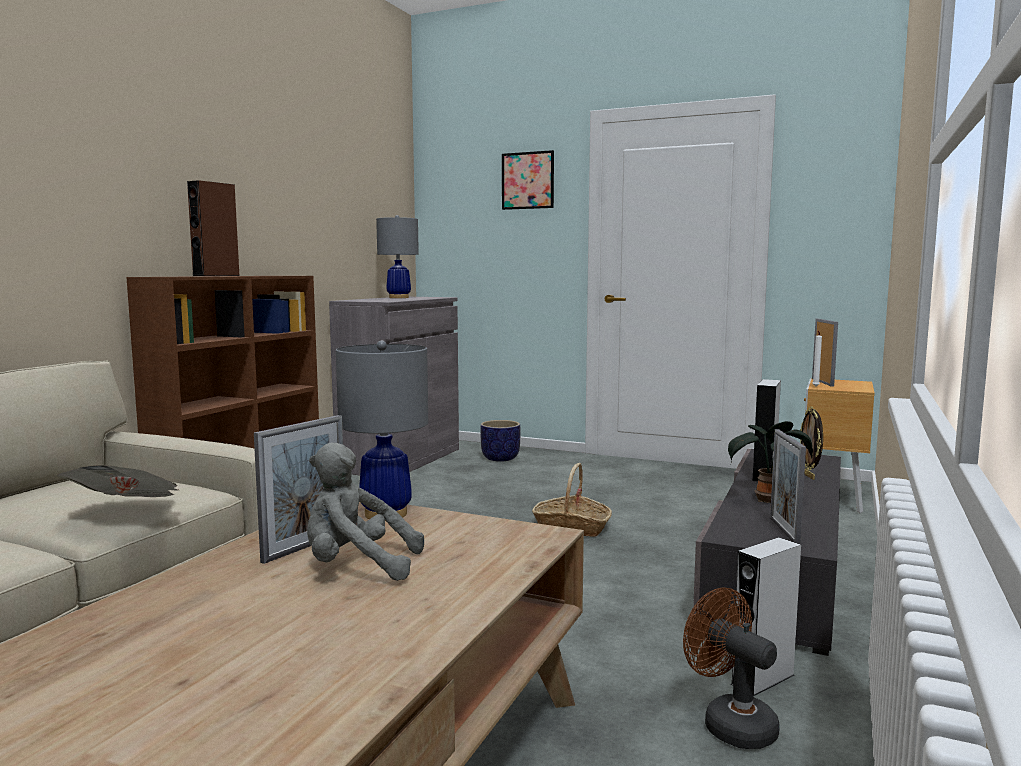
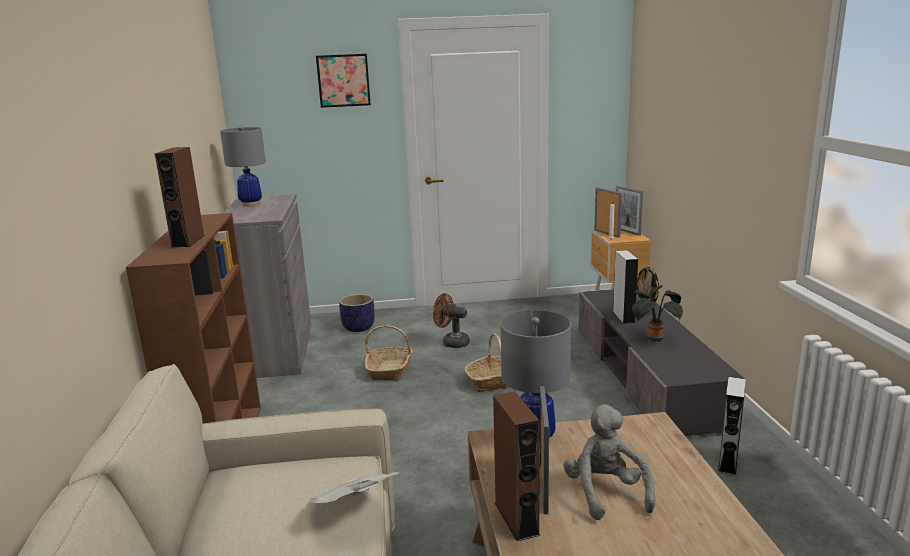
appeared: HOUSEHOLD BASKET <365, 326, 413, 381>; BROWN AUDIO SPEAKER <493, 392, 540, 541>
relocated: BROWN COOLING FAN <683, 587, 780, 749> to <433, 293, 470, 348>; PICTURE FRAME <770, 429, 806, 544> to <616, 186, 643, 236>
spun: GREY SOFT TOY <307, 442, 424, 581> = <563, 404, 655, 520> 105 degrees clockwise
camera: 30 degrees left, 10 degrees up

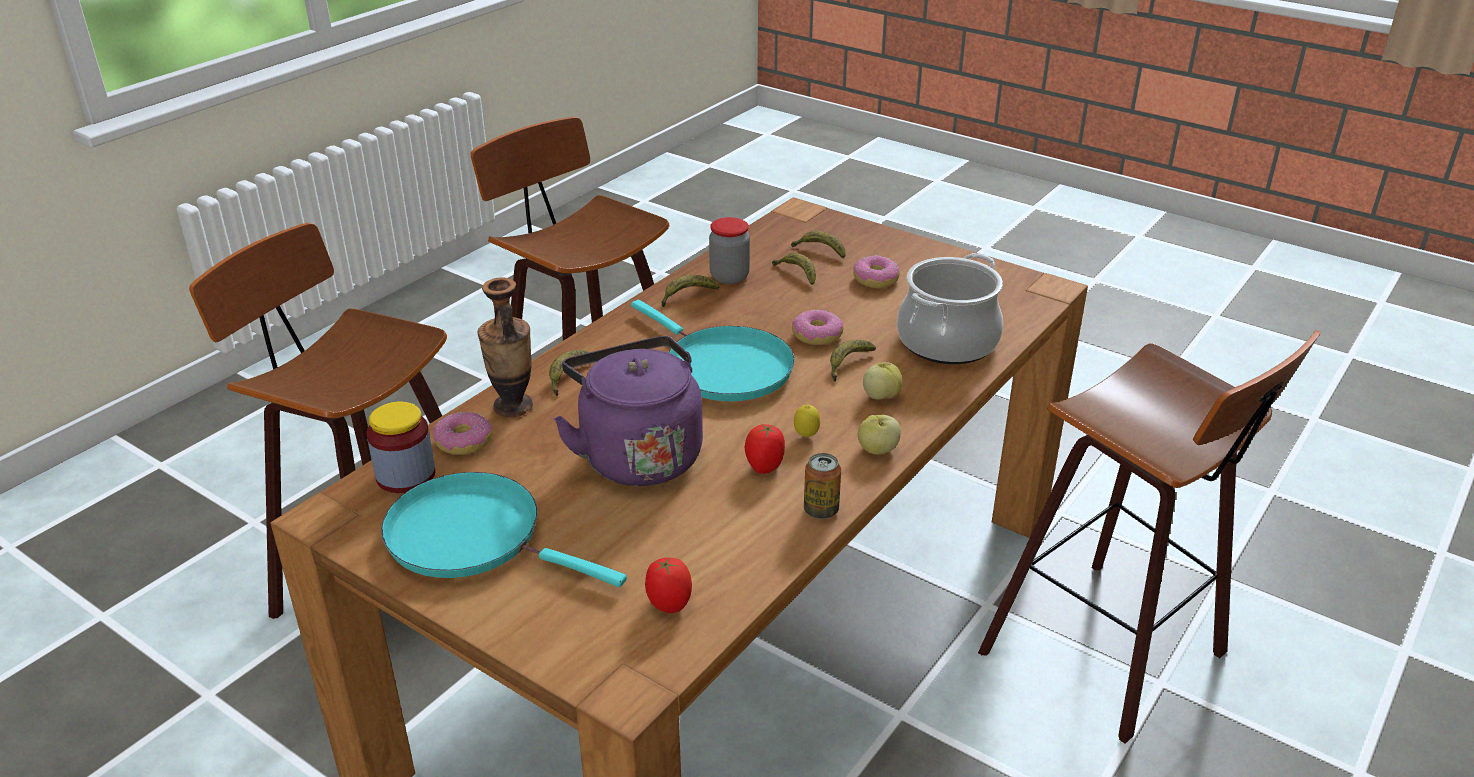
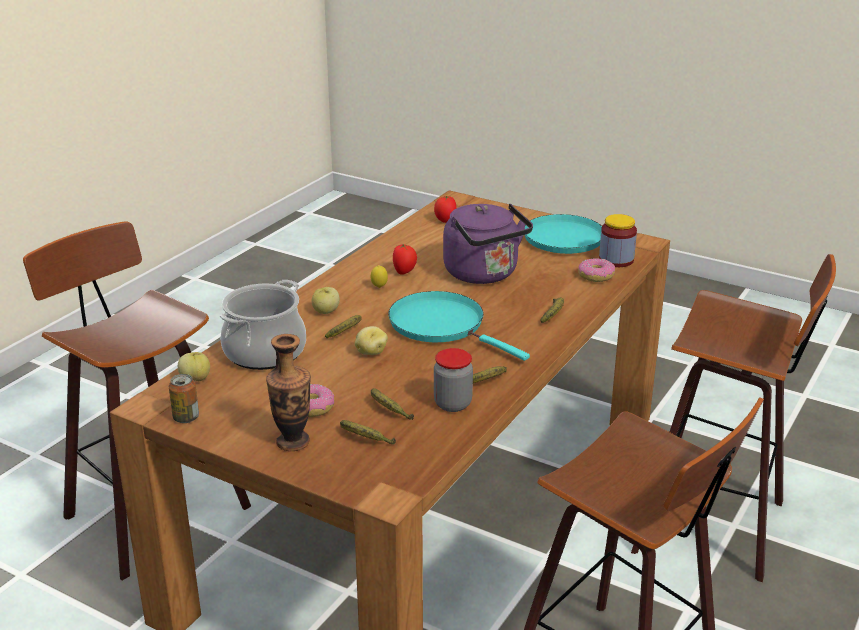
relocated: VASE <478, 277, 533, 417> to <266, 334, 311, 451>; SEALED CAN <804, 453, 841, 519> to <169, 374, 199, 423>; WHOLE APPLE <858, 415, 901, 455> to <178, 352, 210, 381>
exchanged: DOUGHNUT <792, 310, 843, 345> to WHOLE POTATO <355, 326, 388, 355>
camera: 175 degrees right, 5 degrees down

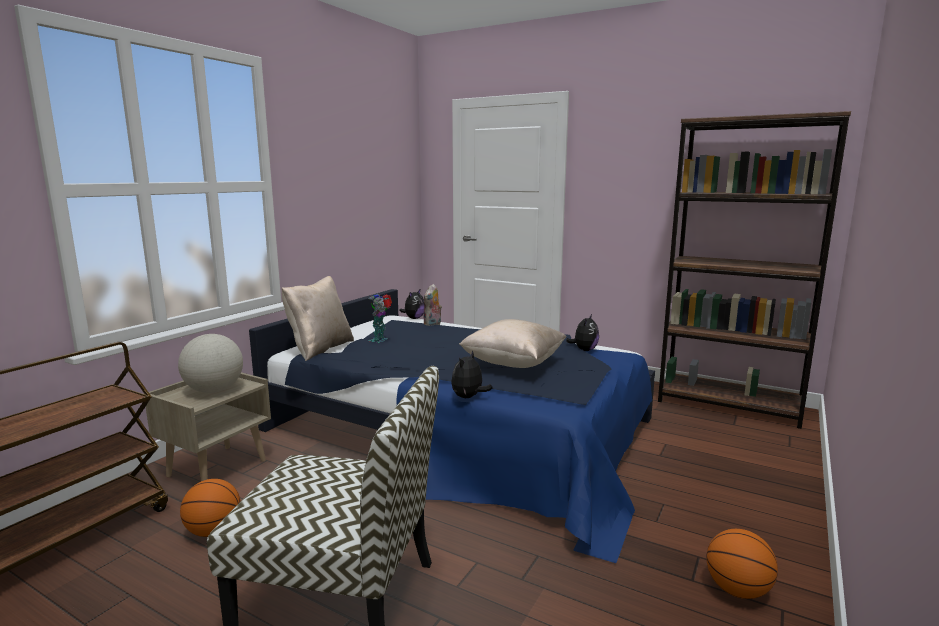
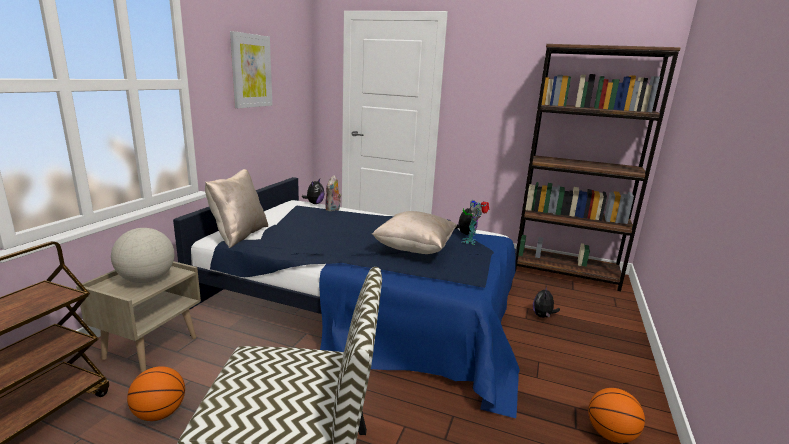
appeared: WALL PICTURE <230, 31, 273, 108>
relocated: MODEL ROBOT <368, 293, 392, 343> to <462, 200, 489, 245>; SOFT TOY <451, 350, 493, 398> to <533, 287, 560, 318>
camera: 10 degrees left, 5 degrees up

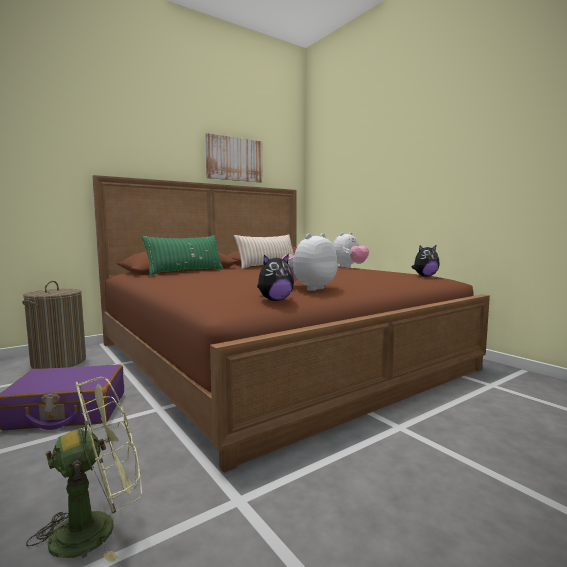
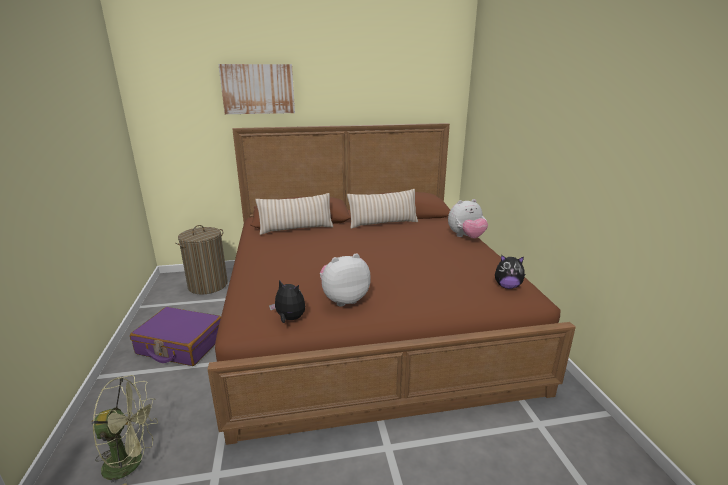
relocated: WALL PICTURE <205, 133, 263, 182> to <219, 64, 295, 114>
colour: GREENISH CUSHION <141, 235, 223, 275> to BEIGE CUSHION <255, 193, 333, 235>
spun: SOFT TOY <257, 254, 294, 301> = <269, 280, 305, 323> 150 degrees counterclockwise
camera: 25 degrees right, 15 degrees up

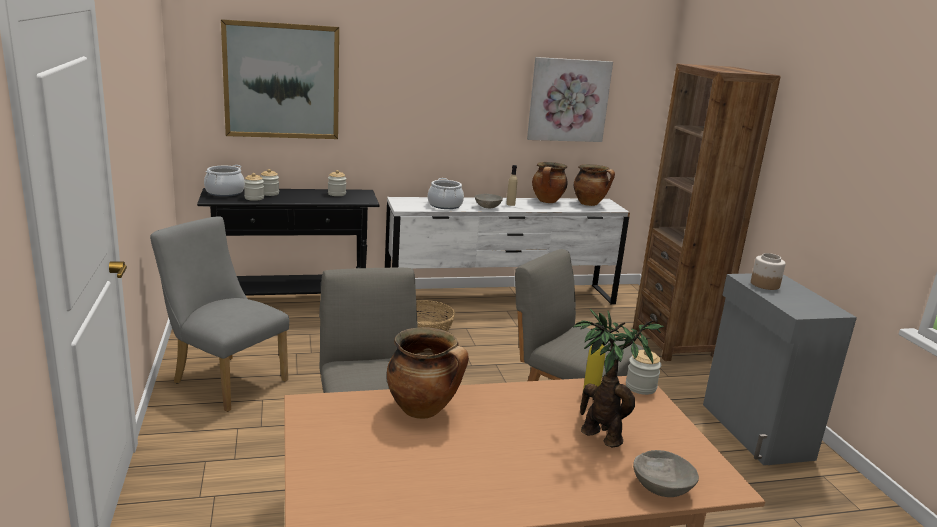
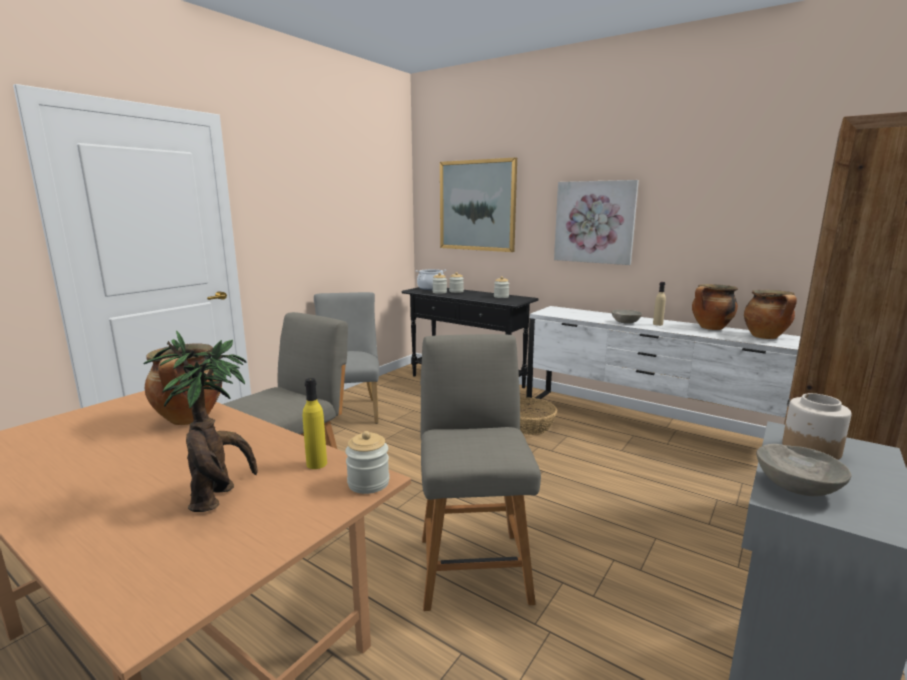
missing: COOKING POT <428, 178, 464, 209>
relocated: WALL PICTURE <527, 57, 613, 142> to <554, 180, 639, 265>; GREY BOWL <633, 450, 699, 497> to <756, 444, 851, 496>
camera: 50 degrees right, 5 degrees down

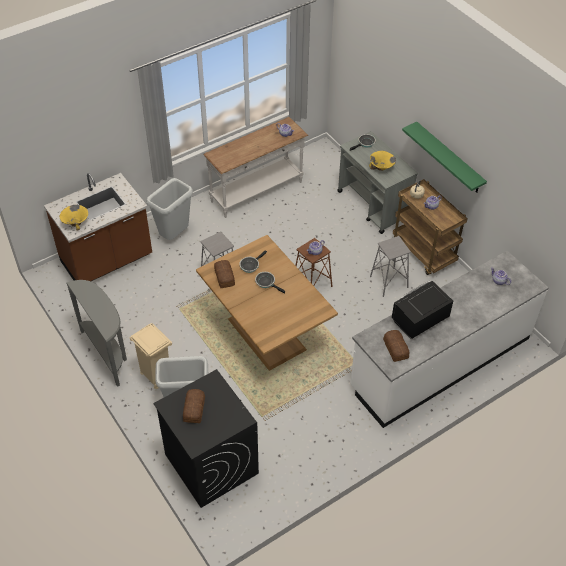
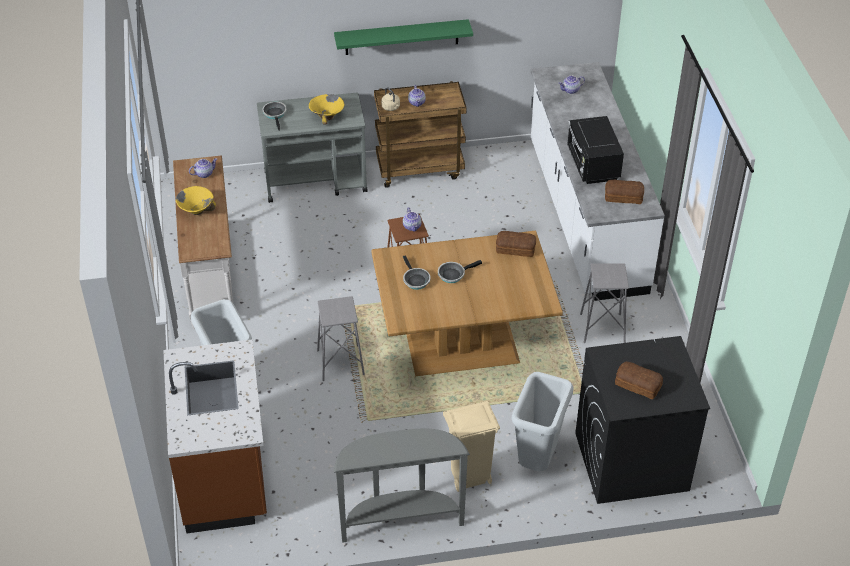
relocated: YELLOW BOWL <60, 205, 88, 231> to <176, 186, 216, 215>; BAKED BREAD <214, 260, 235, 288> to <496, 231, 536, 257>; GREY STOOL <370, 236, 411, 297> to <580, 263, 629, 343>
camera: 65 degrees left, 5 degrees down

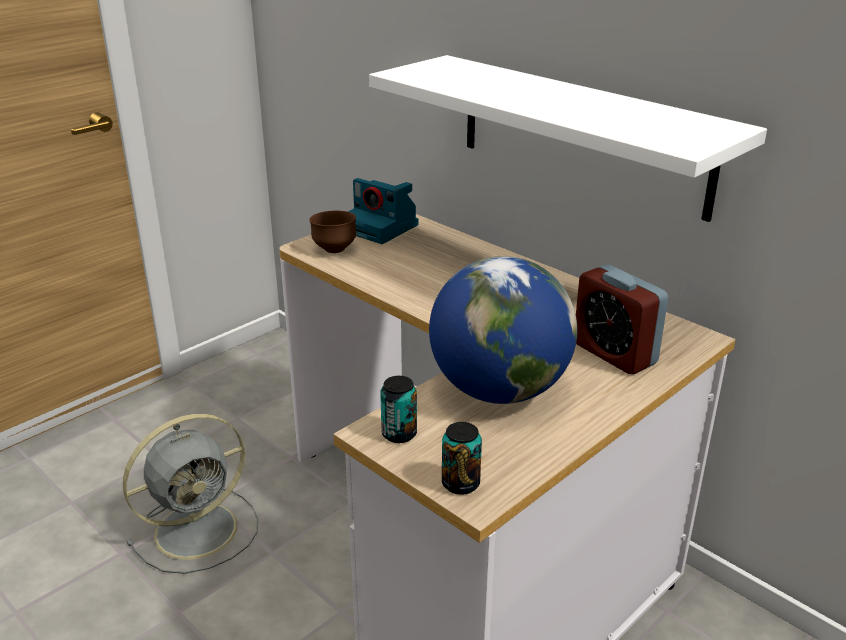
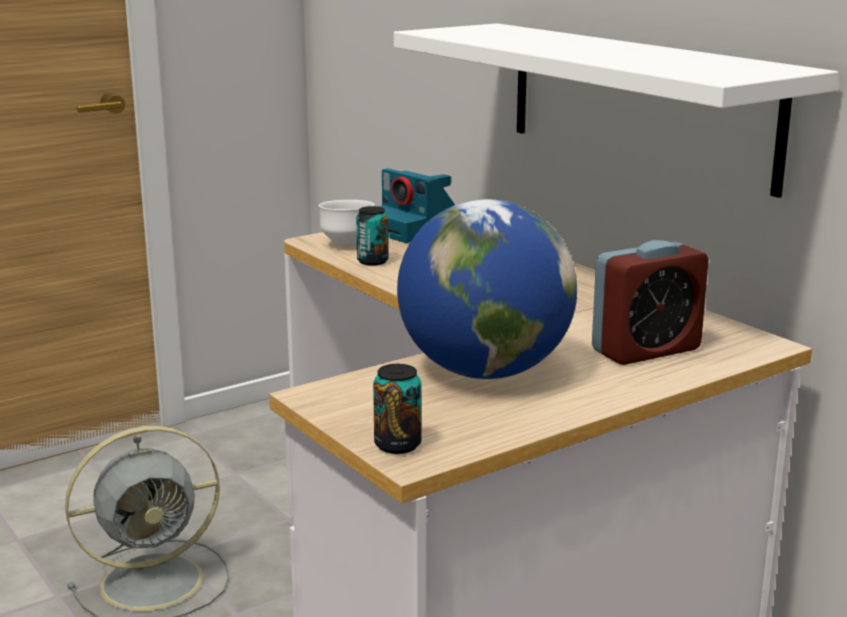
relocated: SEALED CAN <380, 376, 417, 443> to <356, 206, 389, 266>
colour: BROWN BOWL <309, 211, 356, 253> to WHITE-COLOURED BOWL <319, 200, 375, 247>
spun: TABLE CLOCK <576, 265, 668, 374> = <592, 240, 709, 365> 90 degrees counterclockwise
camera: 10 degrees right, 10 degrees down

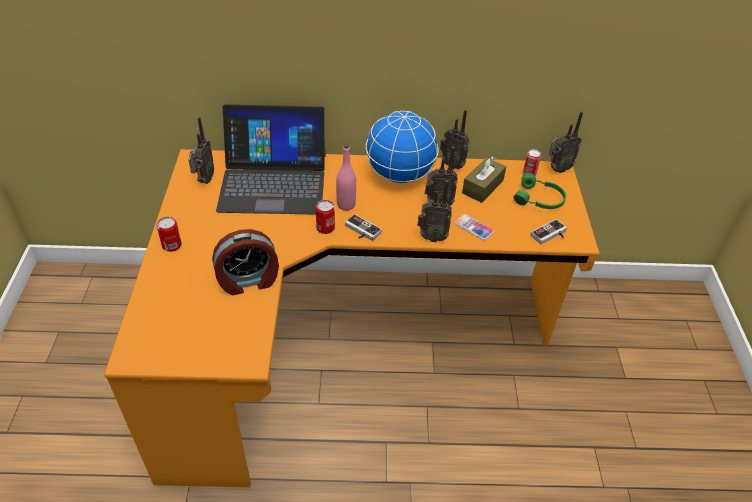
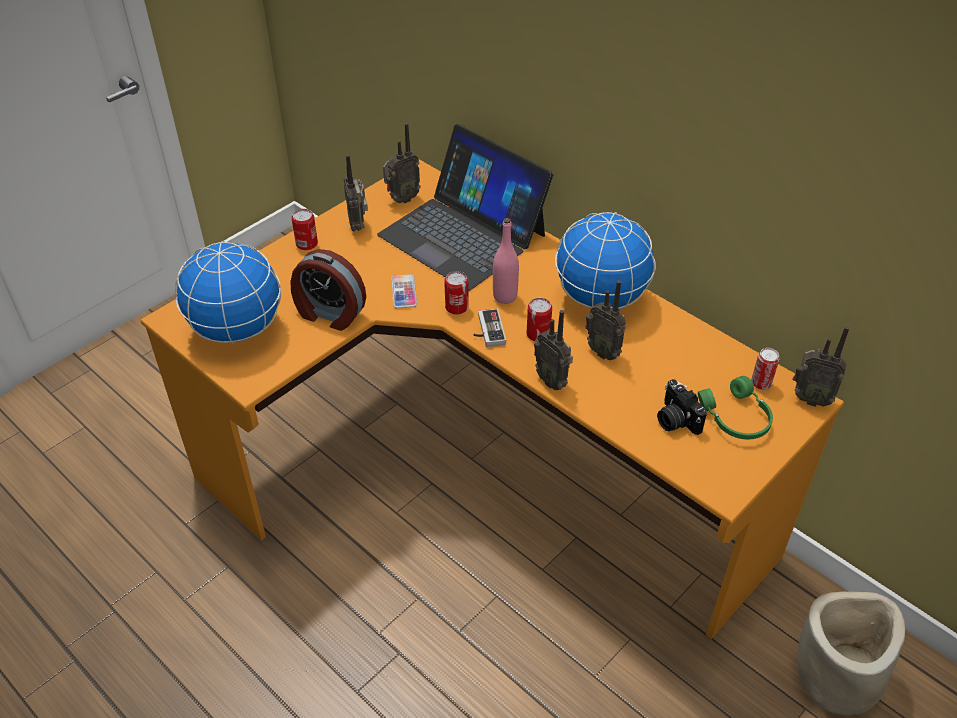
missing: BROWN TISSUE HOLDER <462, 156, 506, 203>; JOYPAD <530, 219, 567, 244>
appeared: GLOBE <175, 241, 281, 344>; SEALED CAN <526, 298, 552, 342>; PHOTO CAMERA <657, 379, 707, 435>; BEIGE PLANT POT <797, 592, 905, 715>
relocated: RADIO RECEIVER <440, 110, 469, 169> to <344, 155, 368, 232>; PHONE <455, 214, 494, 240> to <391, 274, 417, 309>
camera: 45 degrees right, 0 degrees up

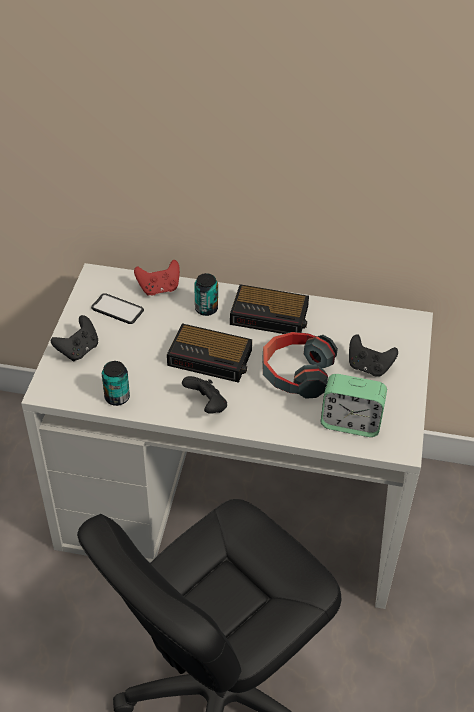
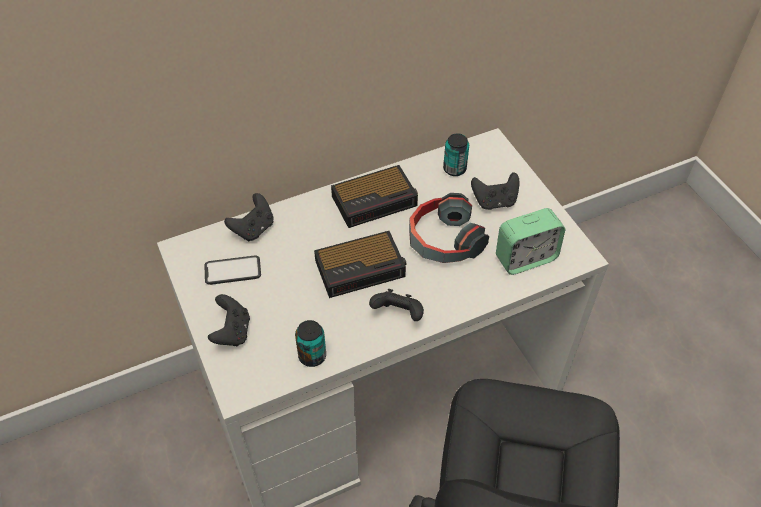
relocated: SEALED CAN <194, 273, 218, 316> to <443, 133, 469, 176>
colour: REDDISH JOYPAD <134, 260, 180, 296> to BLACKISH JOYPAD <224, 193, 274, 241>
camera: 35 degrees left, 5 degrees up

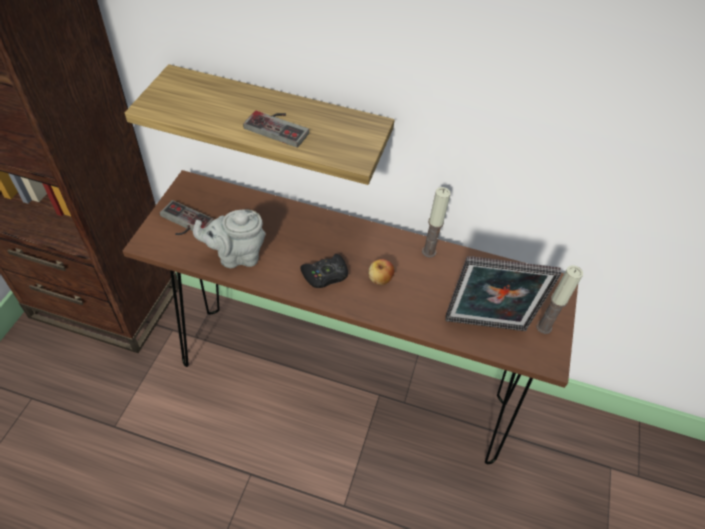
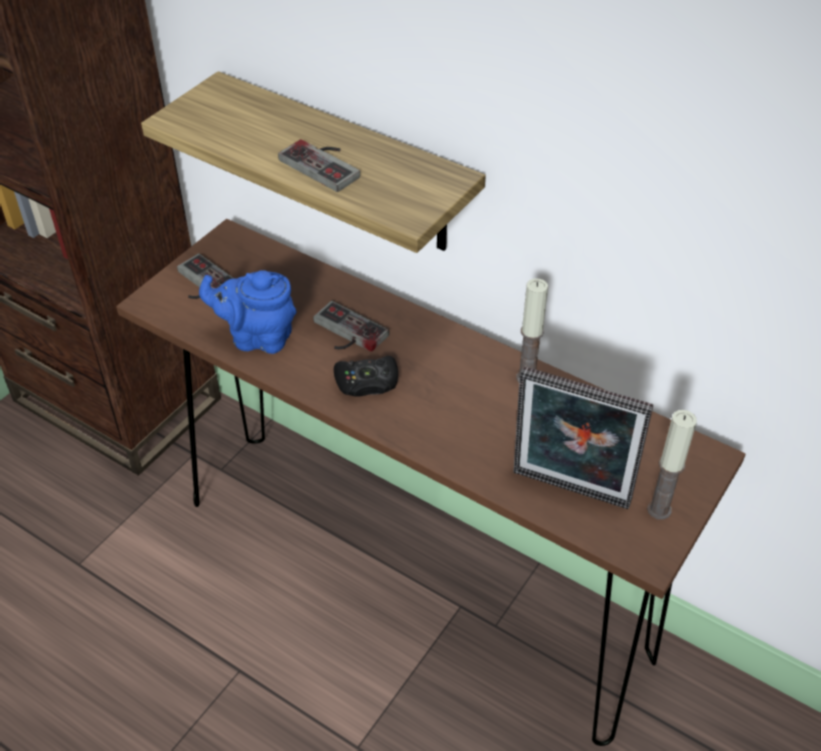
missing: WHOLE APPLE <369, 259, 395, 285>
appeared: JOYPAD <313, 301, 389, 352>
colour: GREY TEAPOT <193, 209, 266, 268> to BLUISH TEAPOT <199, 270, 296, 354>
camera: 20 degrees right, 5 degrees down

